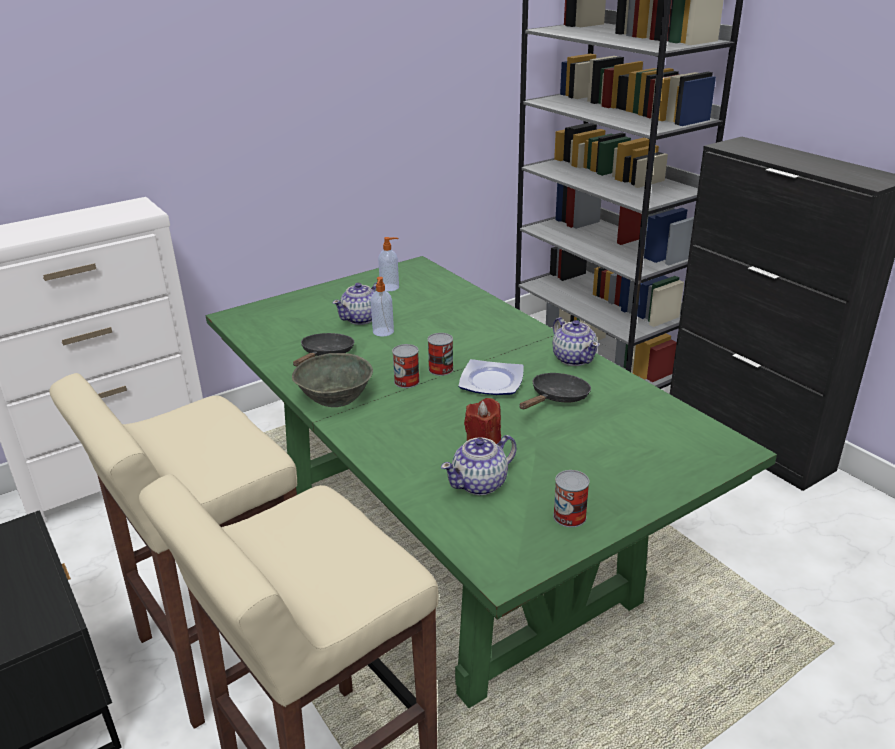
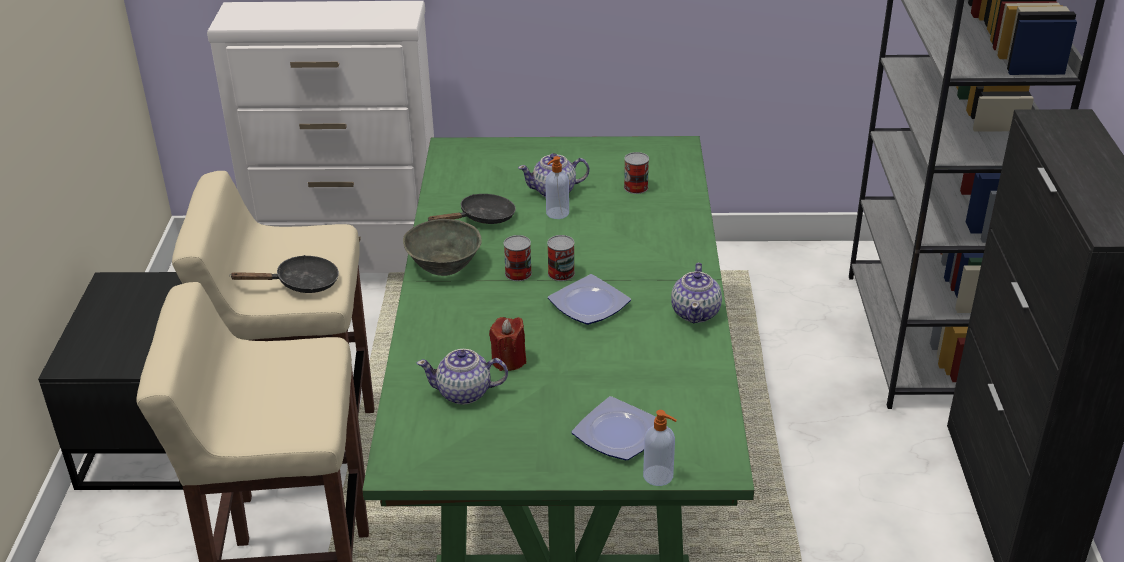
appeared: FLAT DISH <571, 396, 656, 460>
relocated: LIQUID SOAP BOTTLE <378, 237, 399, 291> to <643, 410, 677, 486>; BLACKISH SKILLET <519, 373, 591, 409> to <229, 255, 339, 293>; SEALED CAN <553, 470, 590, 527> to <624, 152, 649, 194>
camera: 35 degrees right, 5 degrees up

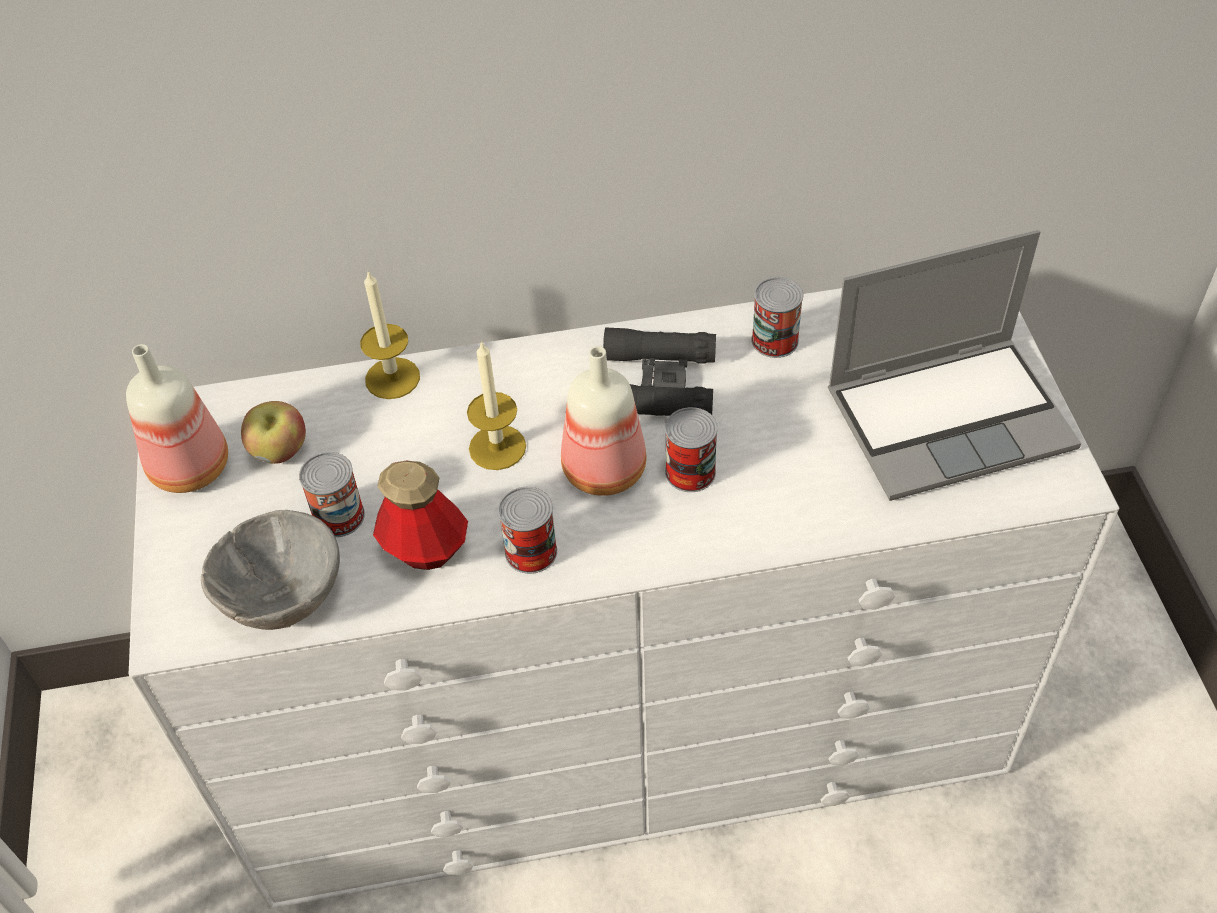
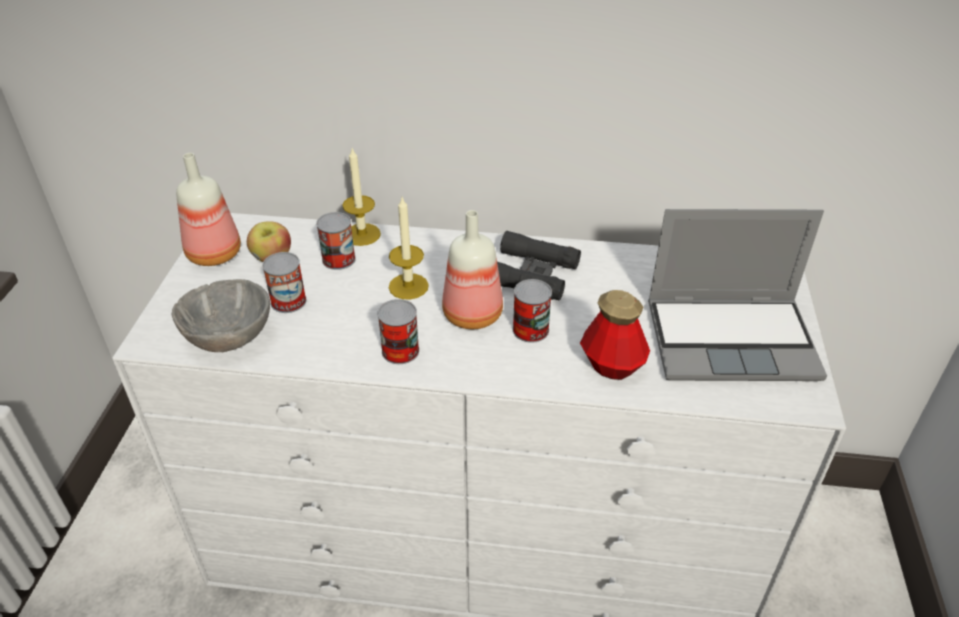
relocated: BEVERAGE BOTTLE <373, 461, 468, 570> to <580, 290, 650, 380>; SEALED CAN <751, 277, 803, 358> to <316, 212, 356, 270>
camera: 15 degrees right, 10 degrees down

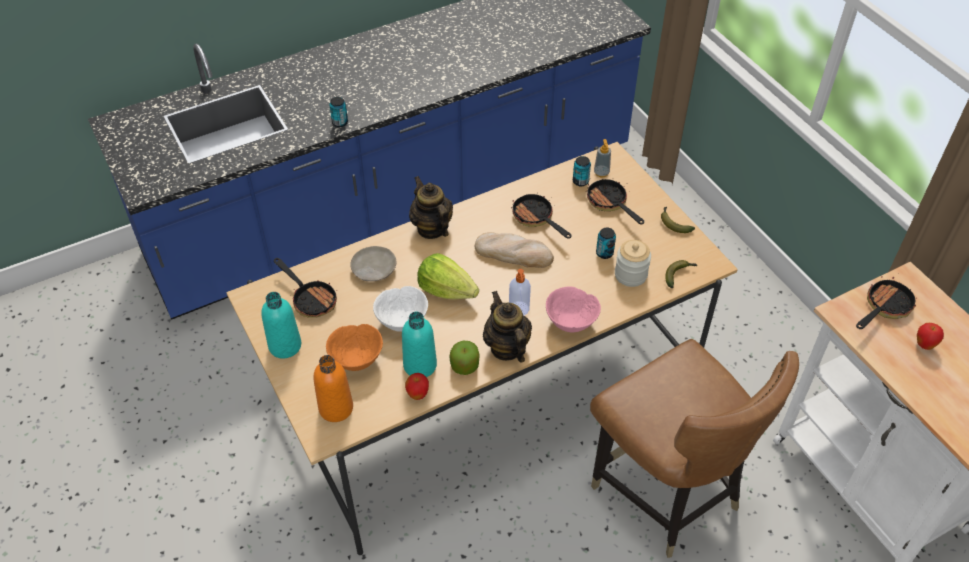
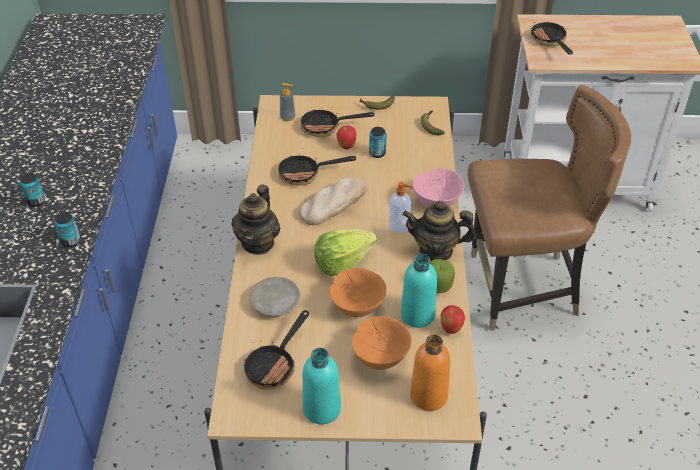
missing: PRESERVE JAR <615, 240, 651, 287>
relocated: SEALED CAN <573, 156, 591, 186> to <20, 173, 45, 207>; WHOLE APPLE <917, 323, 944, 350> to <337, 125, 356, 150>
colour: WHITE-COLOURED BOWL <373, 286, 428, 332> to ORANGE-COLOURED BOWL <329, 268, 386, 317>
spun: SKILLET <274, 258, 338, 318> = <243, 310, 309, 390> 135 degrees clockwise; TEAPOT <409, 176, 453, 239> = <231, 184, 280, 255> 75 degrees counterclockwise
camera: 60 degrees left, 5 degrees down

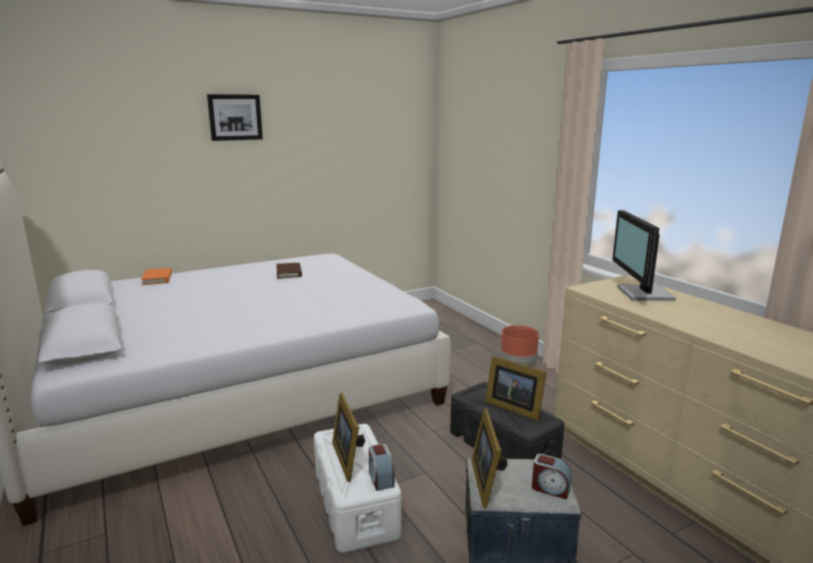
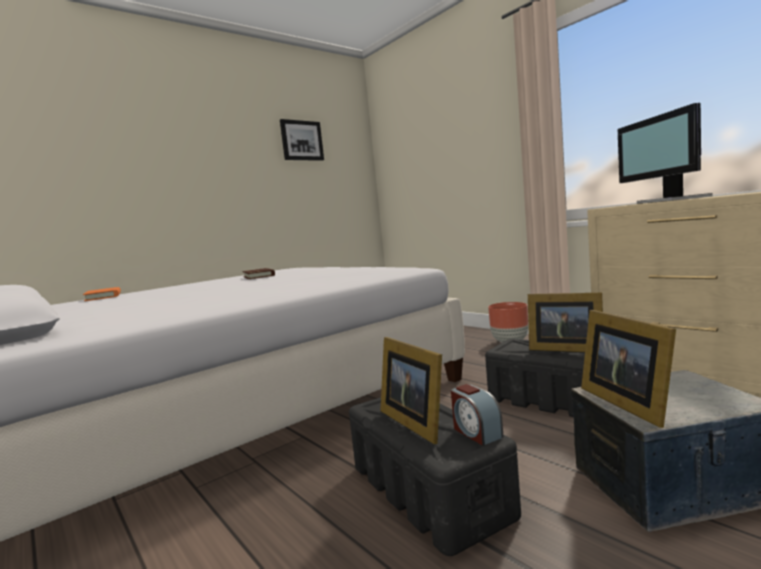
missing: TABLE CLOCK <532, 454, 572, 499>
relocated: WALL PICTURE <207, 94, 263, 141> to <280, 119, 324, 161>
colour: WHITE-COLOURED STORAGE CONTAINER <314, 424, 402, 553> to BLACKISH STORAGE CONTAINER <349, 397, 521, 556>
camera: 10 degrees left, 10 degrees down

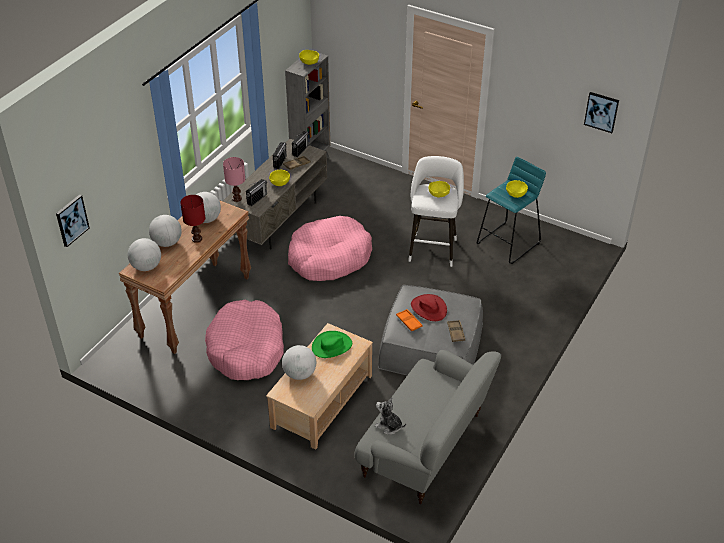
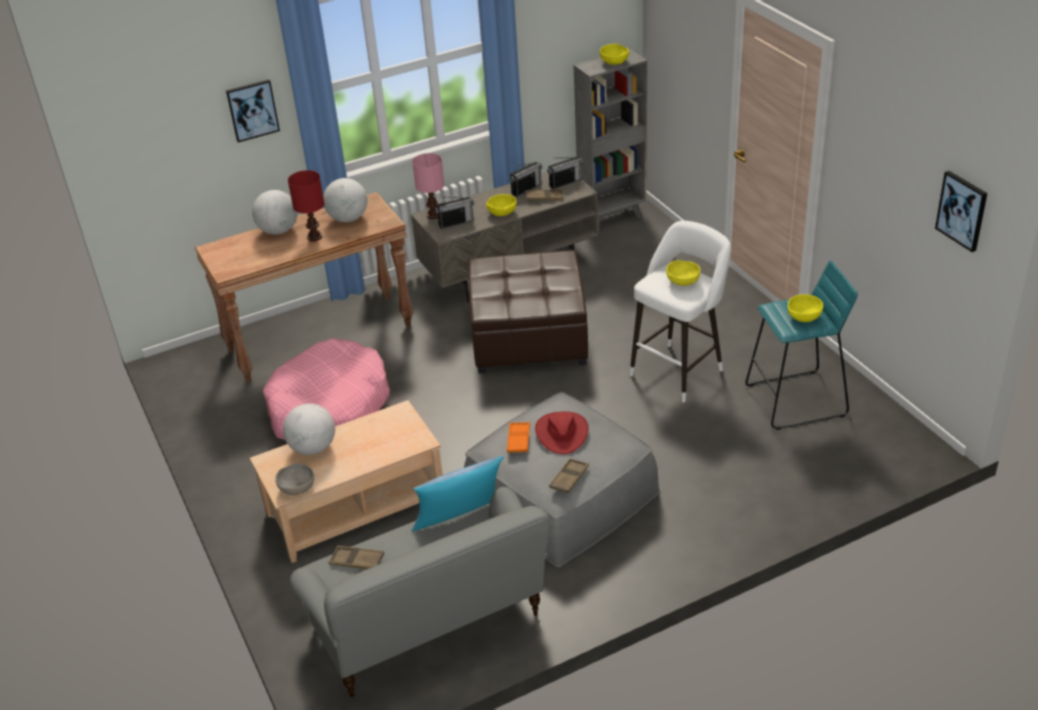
missing: GLOBE <128, 238, 161, 271>; GREENISH CLOTHING HAT <312, 331, 352, 358>
appeared: GREY BOWL <275, 464, 314, 495>; CUSHION <412, 455, 503, 532>
relocated: WALL PICTURE <56, 194, 90, 247> to <226, 79, 280, 143>
exchanged: PINK DOG CUSHION <288, 216, 372, 281> to BROWN POUFFE <468, 250, 588, 373>; SOFT TOY <375, 397, 406, 435> to BROWN TRAY <329, 546, 384, 569>
camera: 35 degrees right, 5 degrees down

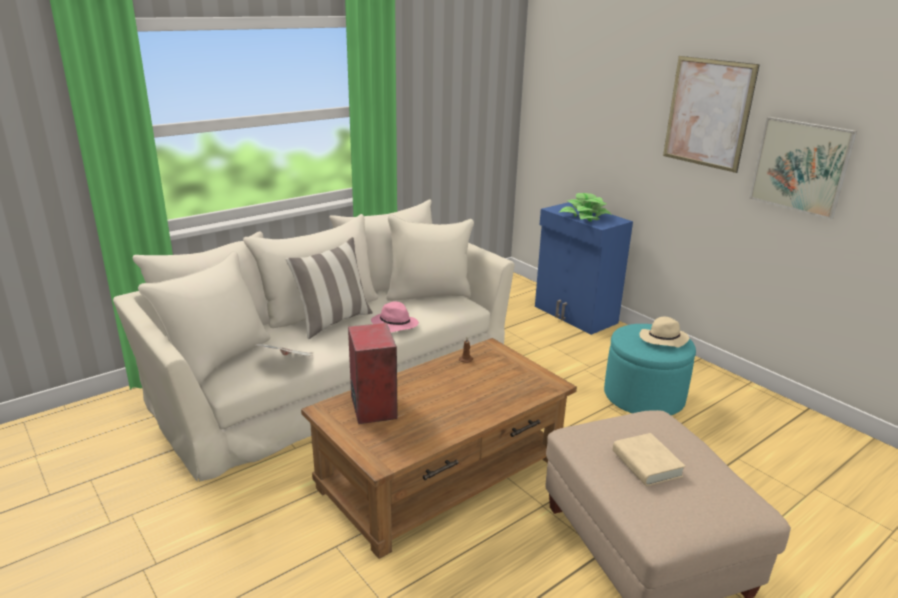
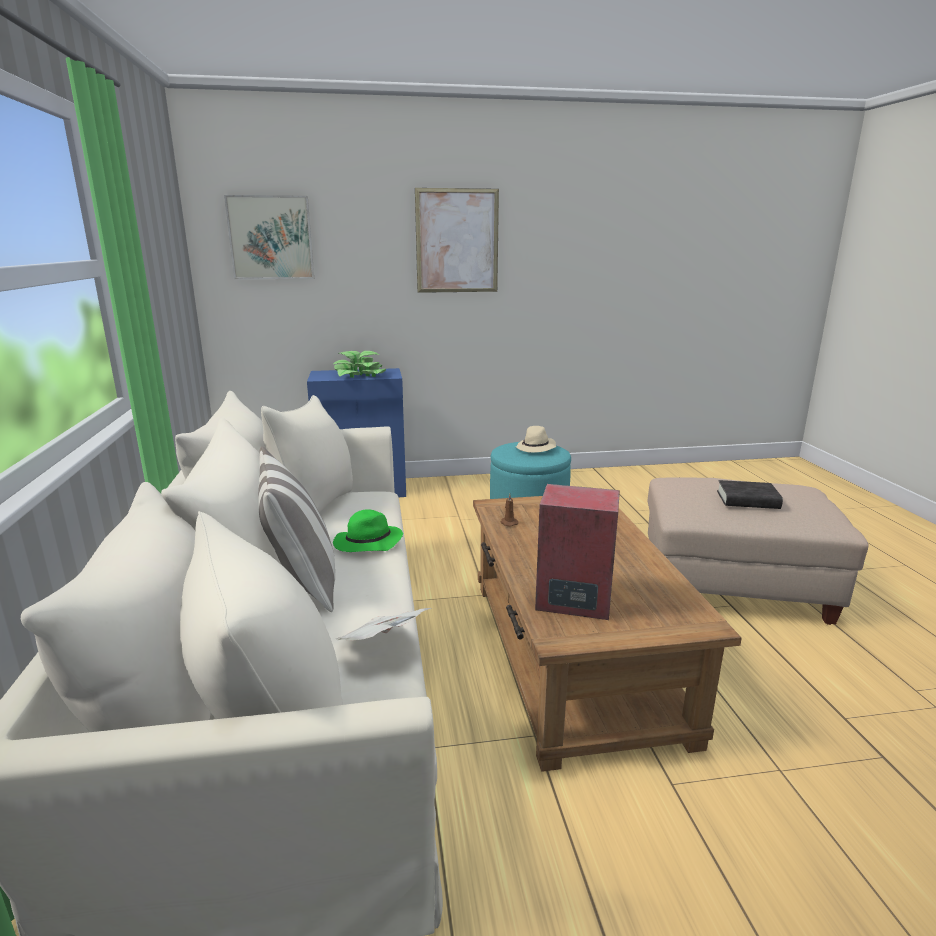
relocated: WALL PICTURE <749, 117, 857, 219> to <224, 195, 314, 279>
colour: PINK CLOTHING HAT <371, 301, 419, 332> to GREENISH CLOTHING HAT <333, 509, 403, 552>; BEIGE VOLUME <613, 433, 686, 486> to BLACKISH VOLUME <717, 480, 783, 509>
camera: 60 degrees left, 5 degrees down

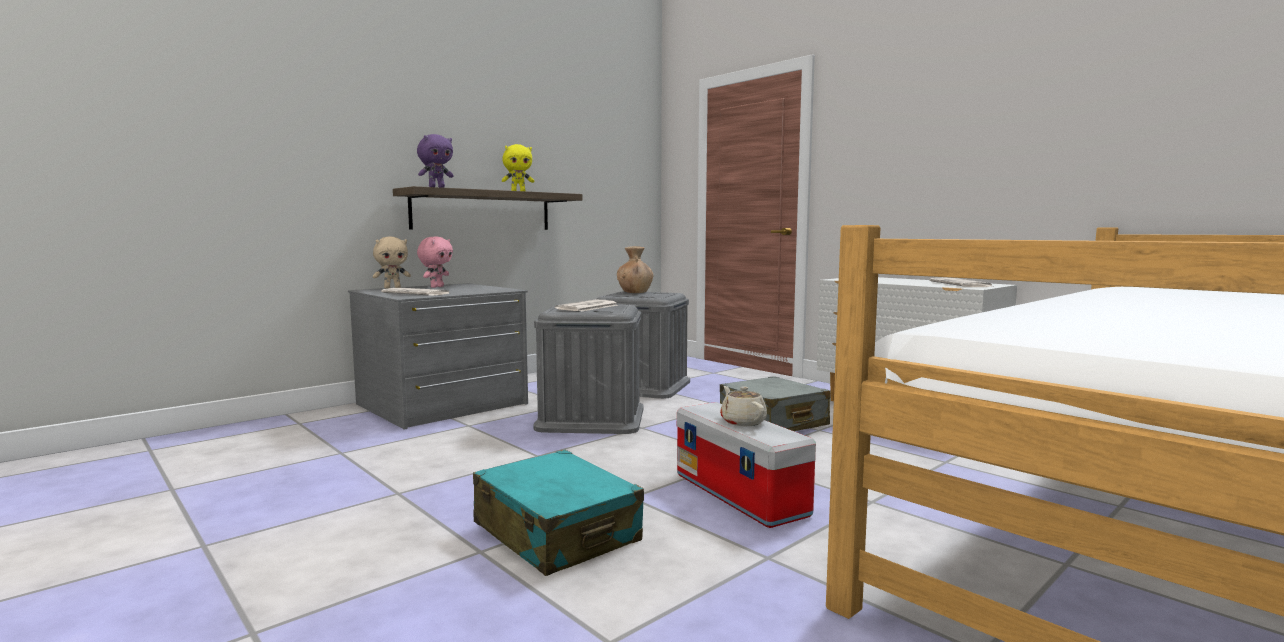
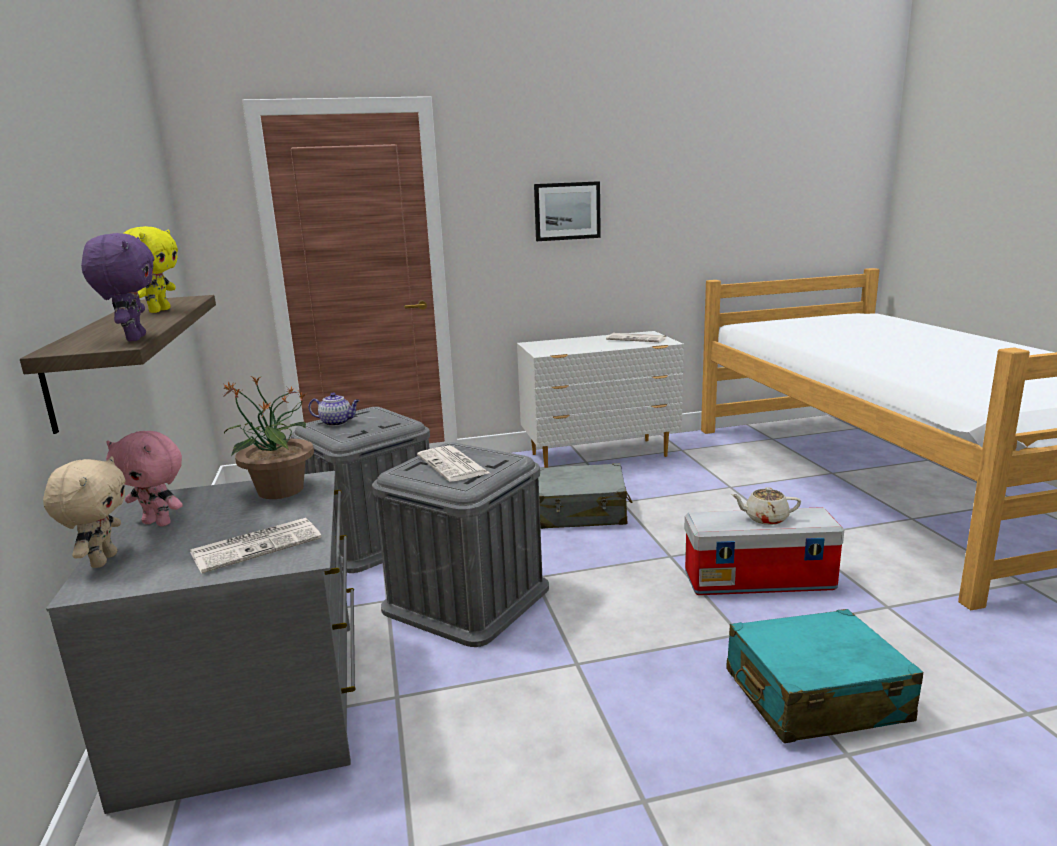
appeared: PLANT IN A POT <222, 376, 314, 499>; WALL PICTURE <534, 181, 601, 241>
exchanged: BROWN VASE <617, 246, 653, 293> to TEAPOT <308, 393, 360, 426>
spun: PINK SOFT TOY <417, 236, 453, 288> = <106, 431, 183, 526> 150 degrees clockwise
camera: 60 degrees left, 10 degrees up

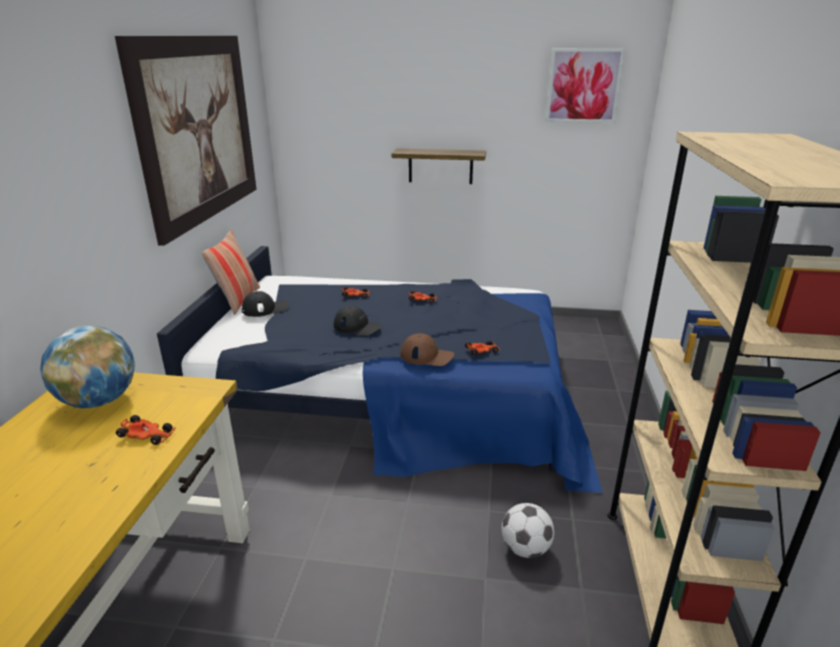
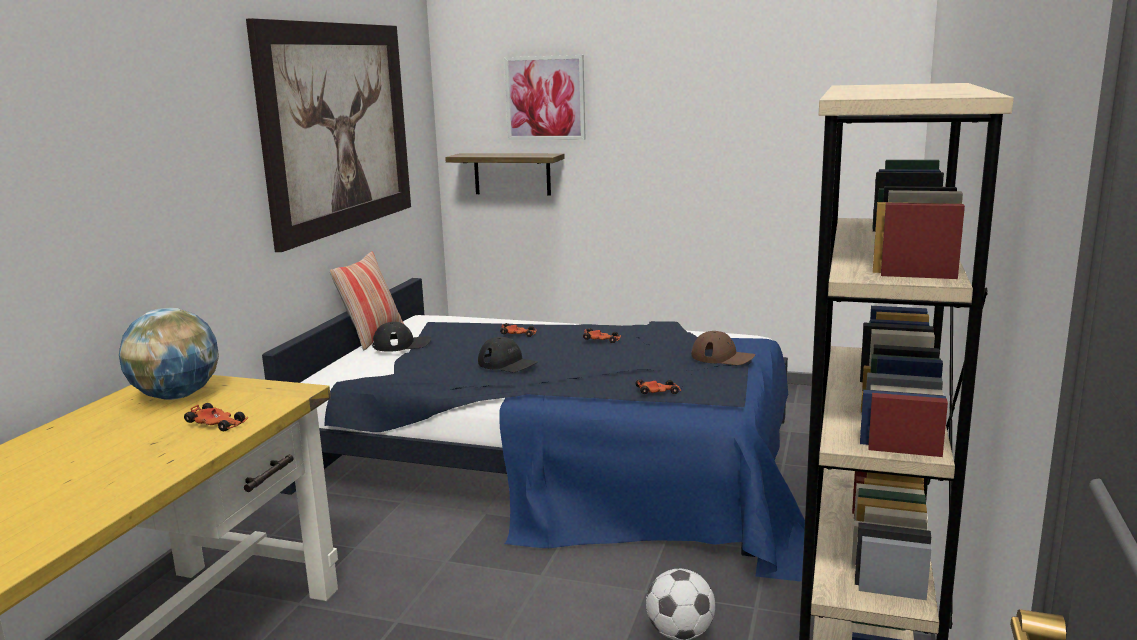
relocated: SHELF <392, 148, 486, 184> to <445, 153, 565, 196>; BROWN PEAKED CAP <400, 333, 454, 366> to <691, 331, 755, 365>; WALL PICTURE <546, 48, 625, 123> to <504, 55, 585, 140>
camera: 10 degrees right, 10 degrees down

